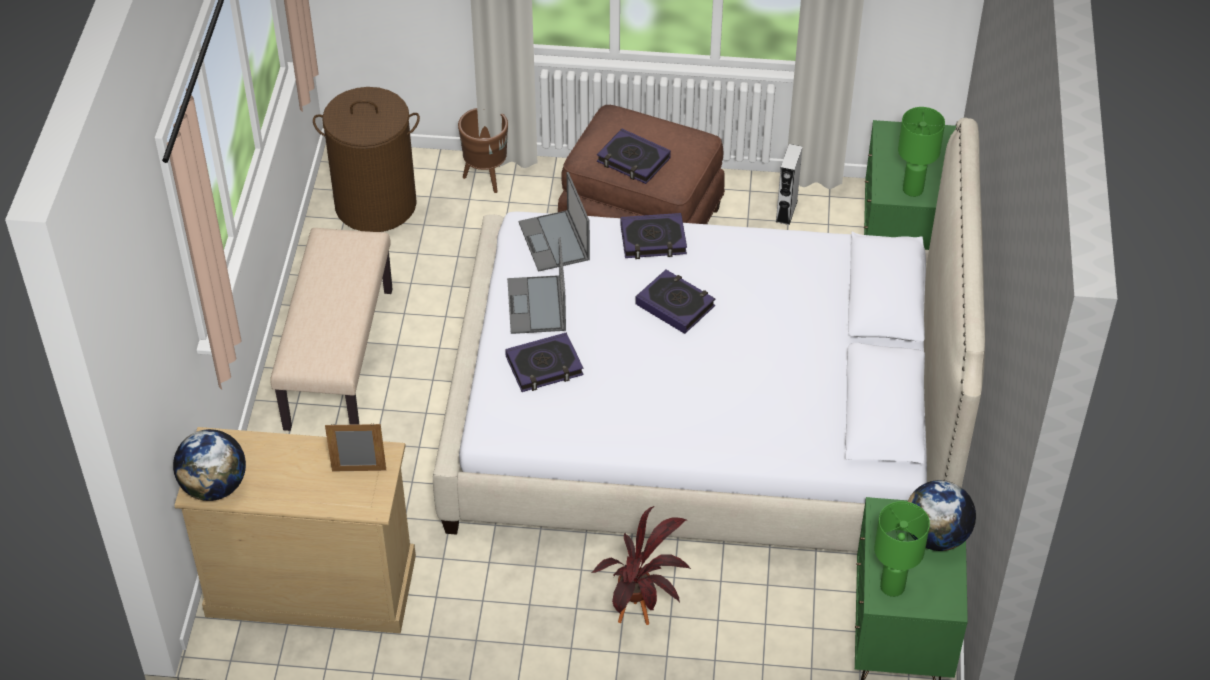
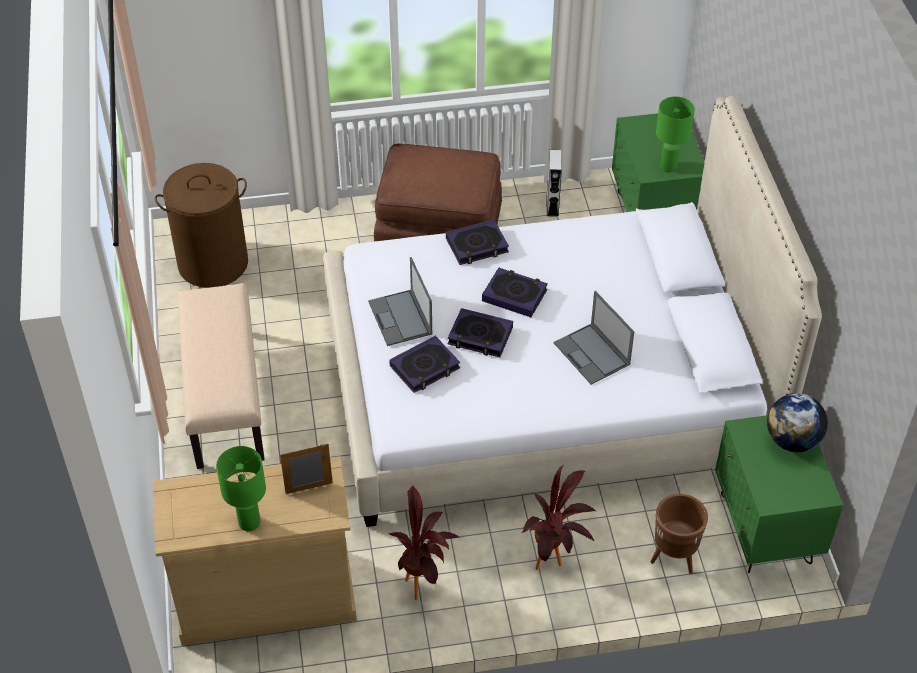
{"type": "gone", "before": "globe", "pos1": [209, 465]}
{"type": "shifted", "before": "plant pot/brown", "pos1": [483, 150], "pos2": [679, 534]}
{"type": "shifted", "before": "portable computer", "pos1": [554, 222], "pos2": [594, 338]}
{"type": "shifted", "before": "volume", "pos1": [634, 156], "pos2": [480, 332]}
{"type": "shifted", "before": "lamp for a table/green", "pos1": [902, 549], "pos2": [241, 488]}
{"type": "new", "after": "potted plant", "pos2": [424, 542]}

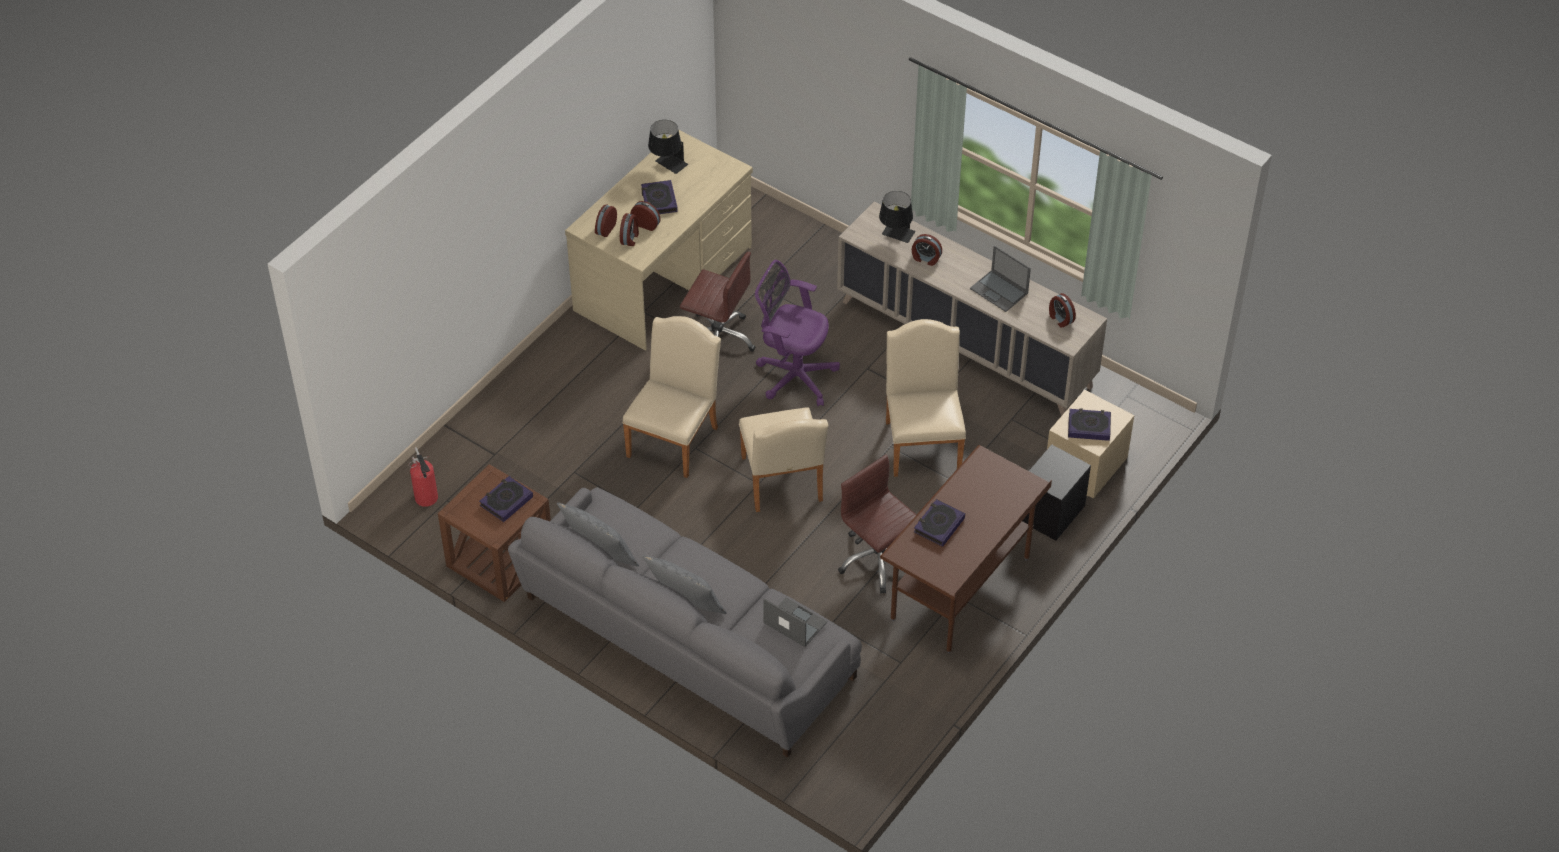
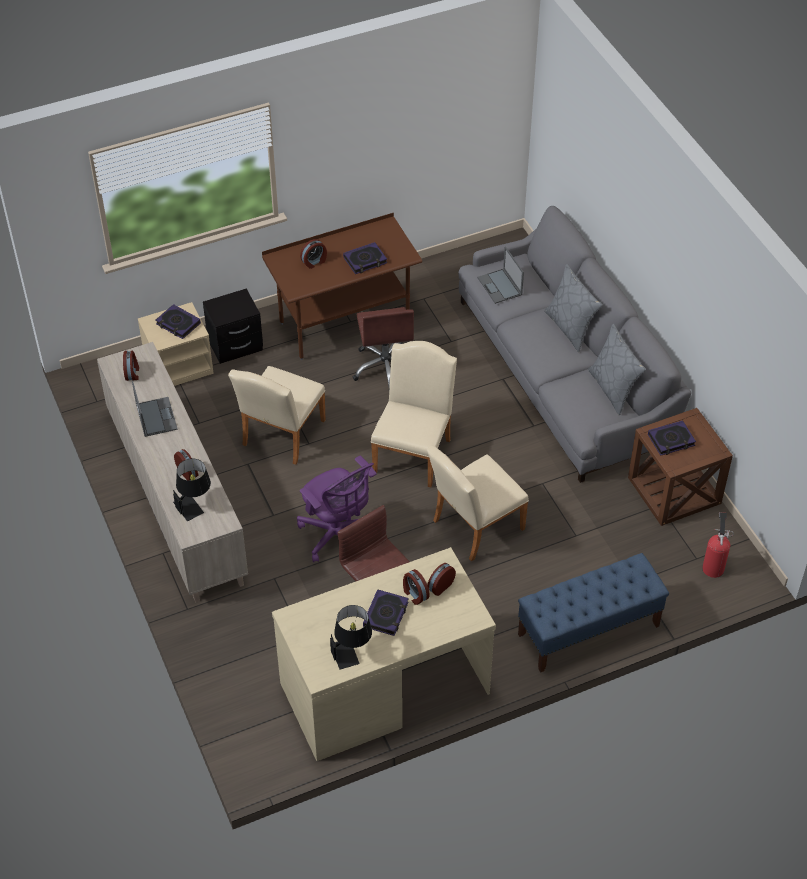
{"type": "shifted", "before": "table clock", "pos1": [606, 220], "pos2": [313, 254]}
{"type": "new", "after": "long seat/blue", "pos2": [593, 613]}

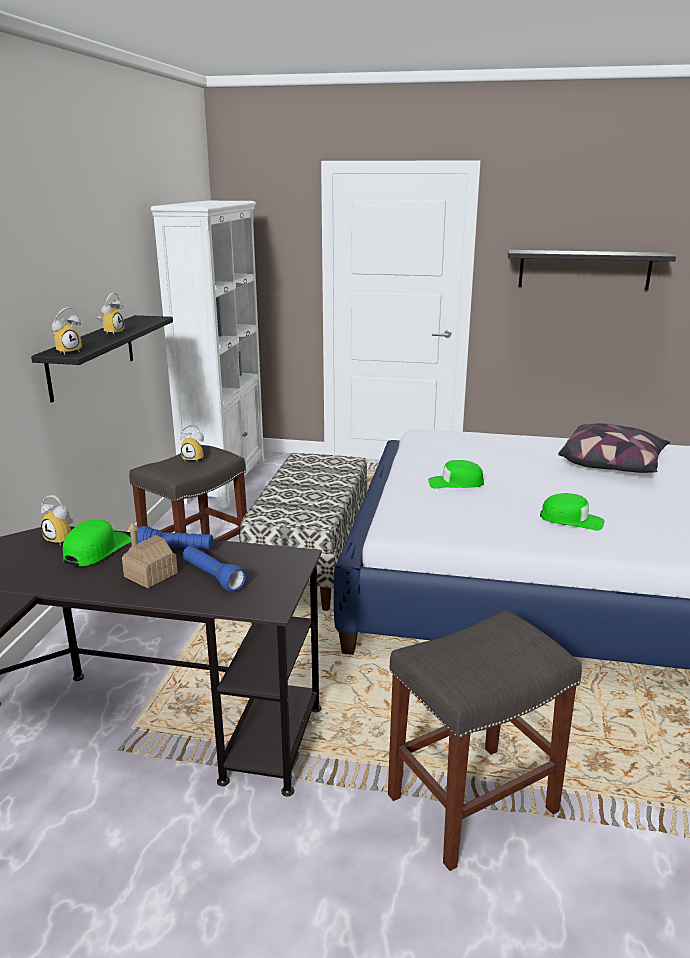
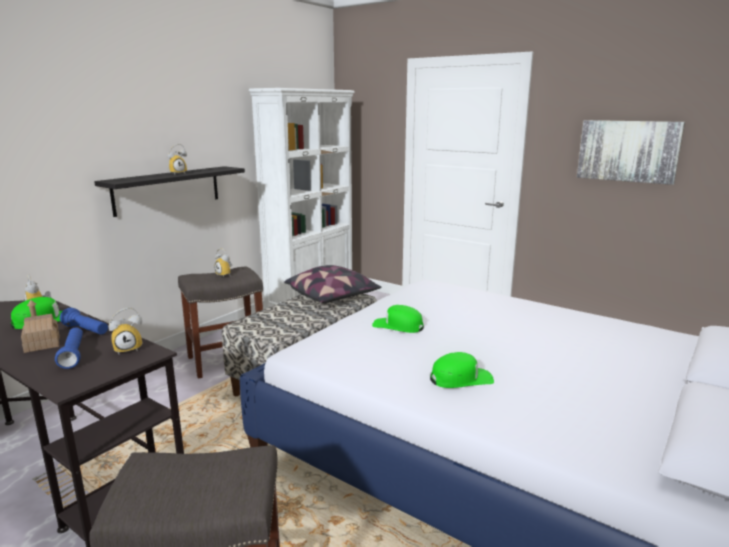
{"type": "shifted", "before": "table clock", "pos1": [67, 330], "pos2": [125, 330]}
{"type": "swapped", "before": "bracket shelf/black", "after": "wall art", "pos1": [592, 270], "pos2": [631, 152]}
{"type": "rotated", "before": "baseball cap/green", "pos1": [572, 512], "pos2": [462, 370], "turn": -60}
{"type": "shifted", "before": "throw pillow", "pos1": [614, 448], "pos2": [333, 284]}

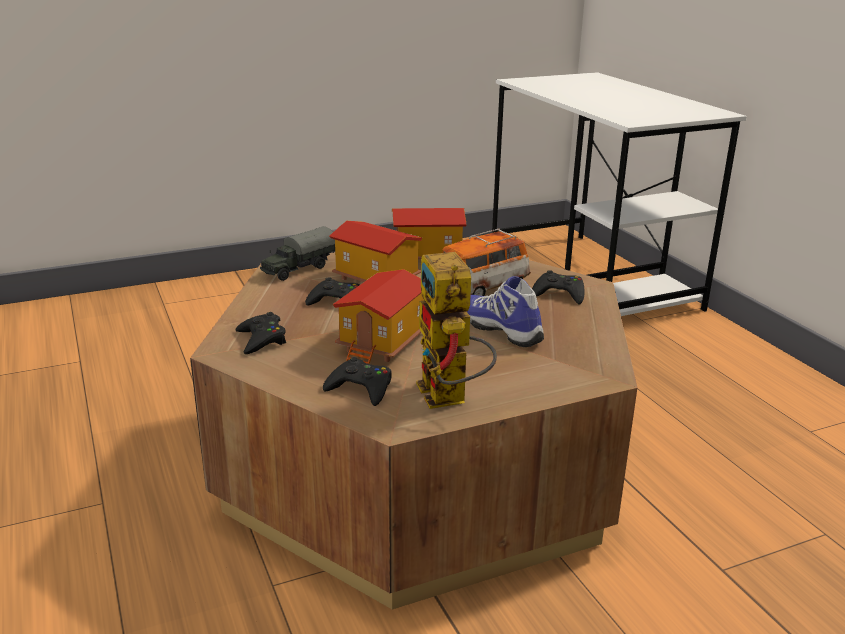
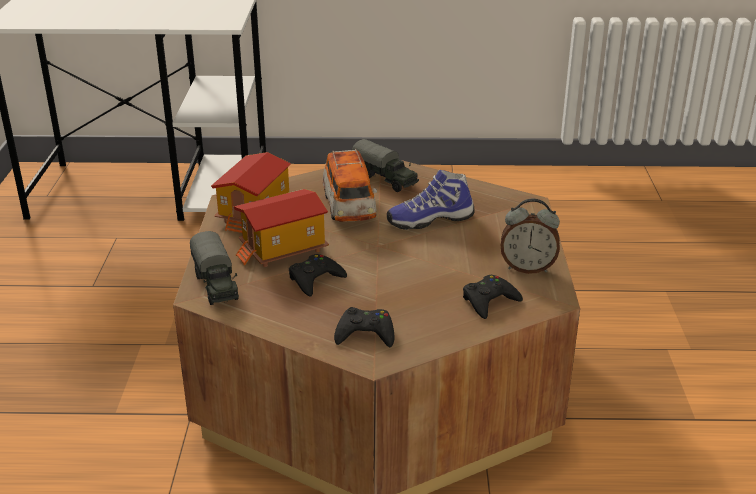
{"type": "gone", "before": "toy house", "pos1": [379, 316]}
{"type": "swapped", "before": "model robot", "after": "table clock", "pos1": [456, 330], "pos2": [530, 236]}
{"type": "swapped", "before": "gamepad/black", "after": "model truck", "pos1": [558, 287], "pos2": [385, 165]}

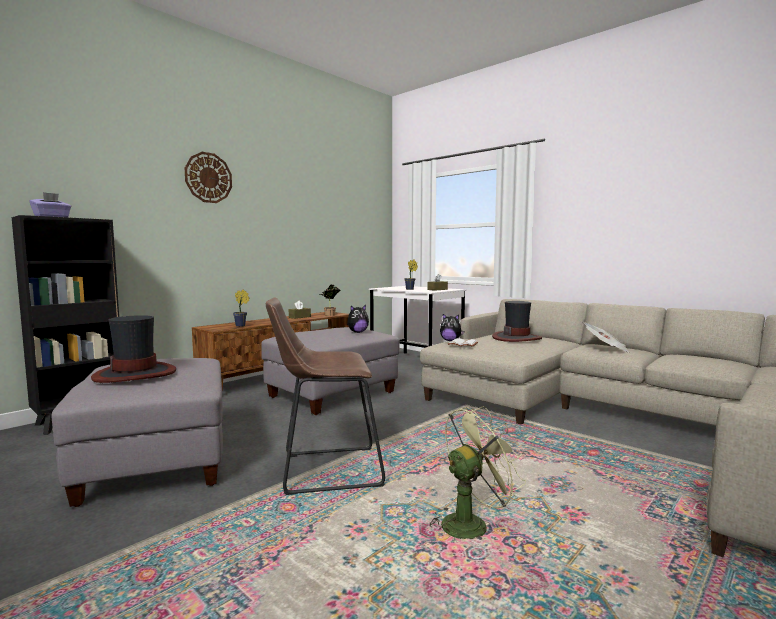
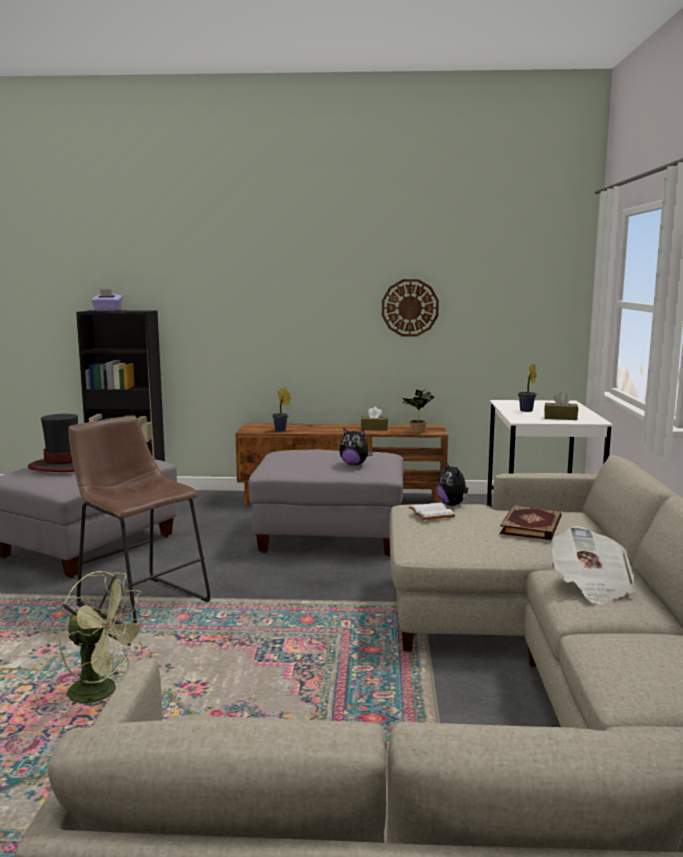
{"type": "shifted", "before": "hanging clock", "pos1": [208, 177], "pos2": [410, 308]}
{"type": "swapped", "before": "wearable hat", "after": "volume", "pos1": [517, 321], "pos2": [531, 522]}

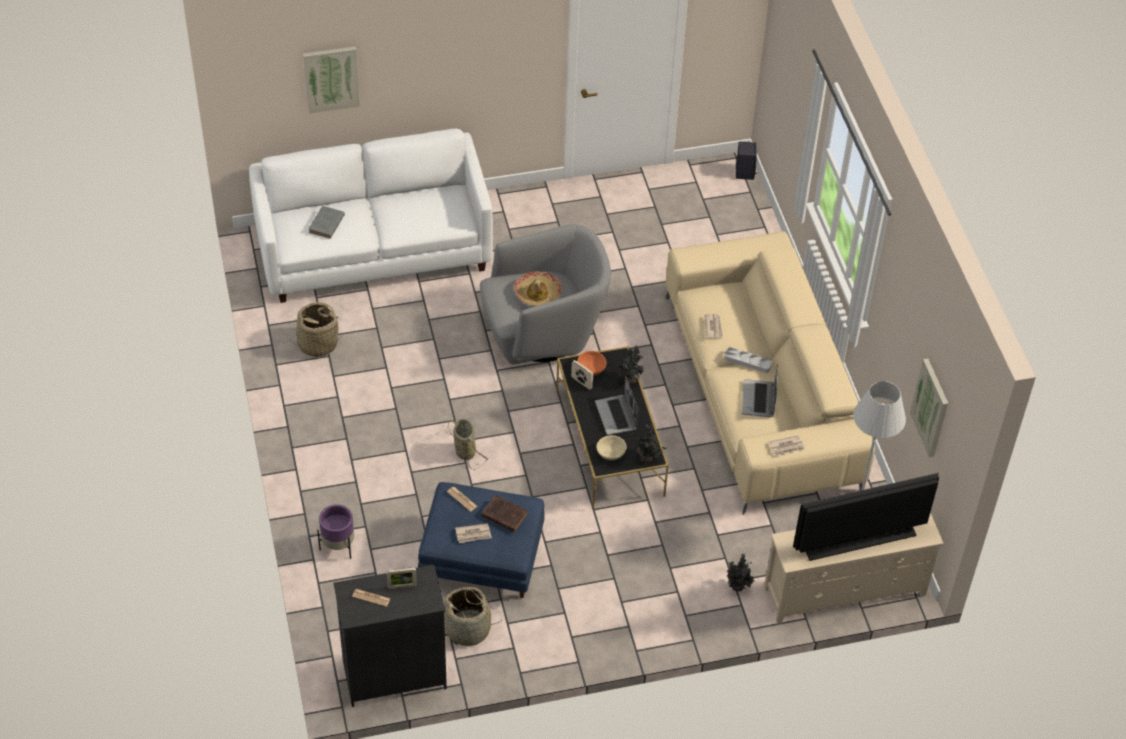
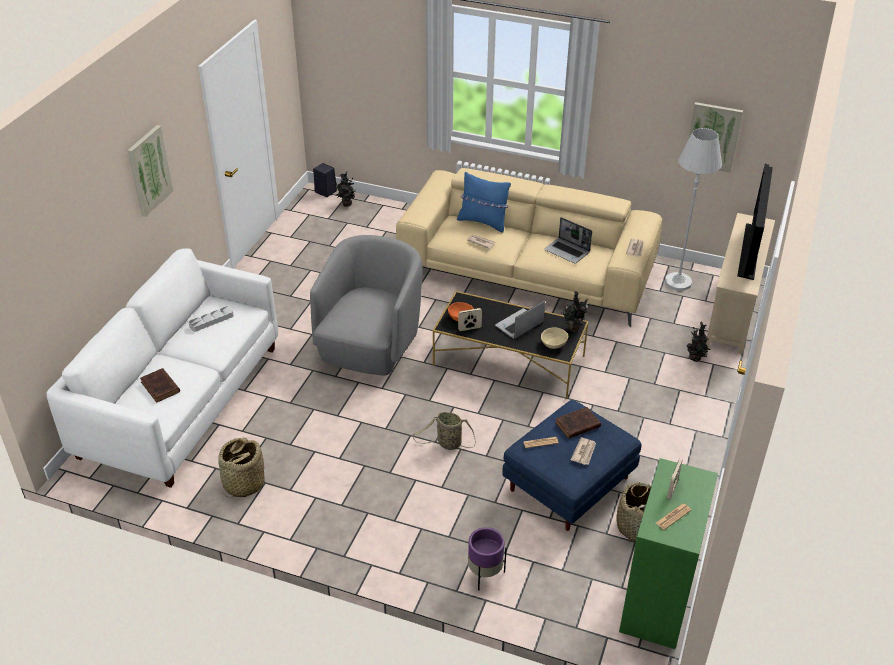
{"type": "shifted", "before": "wall art", "pos1": [331, 79], "pos2": [150, 171]}
{"type": "repainted", "before": "volume/greyish", "after": "volume/brown", "pos1": [327, 222], "pos2": [160, 385]}
{"type": "repainted", "before": "drawer chest/black", "after": "drawer chest/green", "pos1": [390, 636], "pos2": [668, 553]}
{"type": "gone", "before": "wearable hat", "pos1": [538, 288]}
{"type": "rotated", "before": "portable computer", "pos1": [617, 405], "pos2": [520, 319], "turn": 120}
{"type": "shifted", "before": "potted plant", "pos1": [631, 365], "pos2": [344, 189]}
{"type": "shifted", "before": "tray/greyish", "pos1": [748, 360], "pos2": [211, 319]}
{"type": "new", "after": "throw pillow/blue", "pos2": [484, 202]}

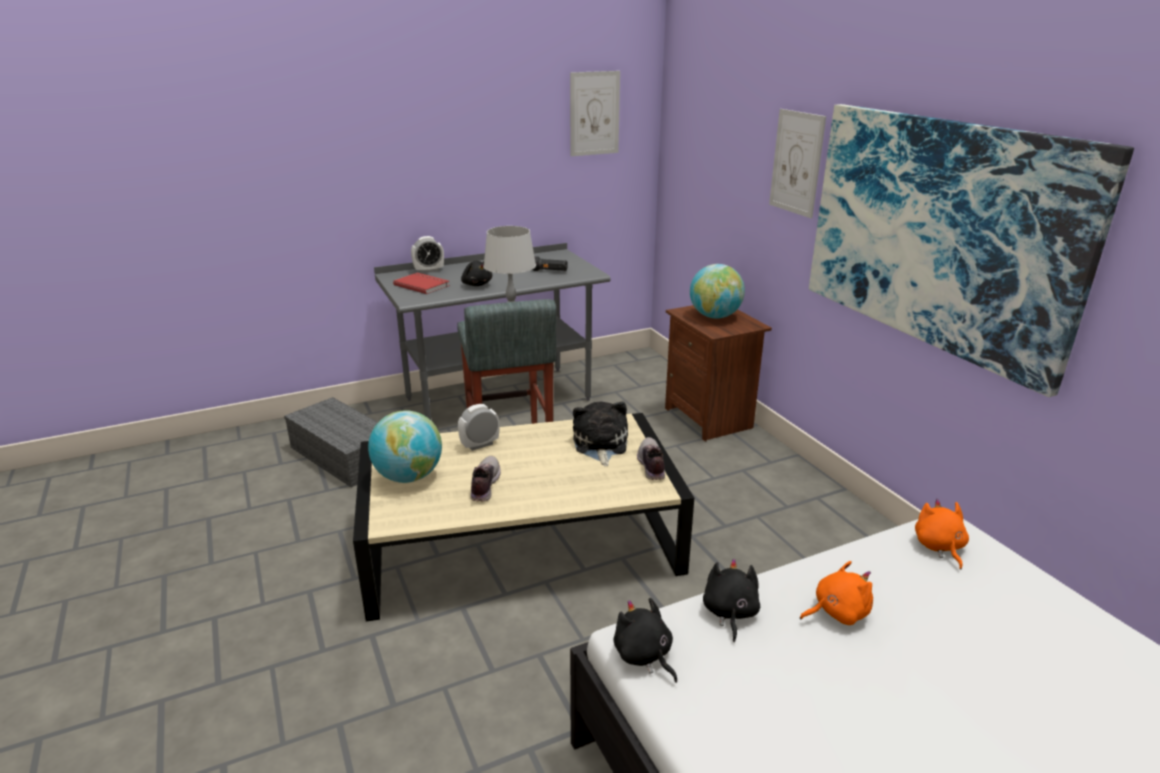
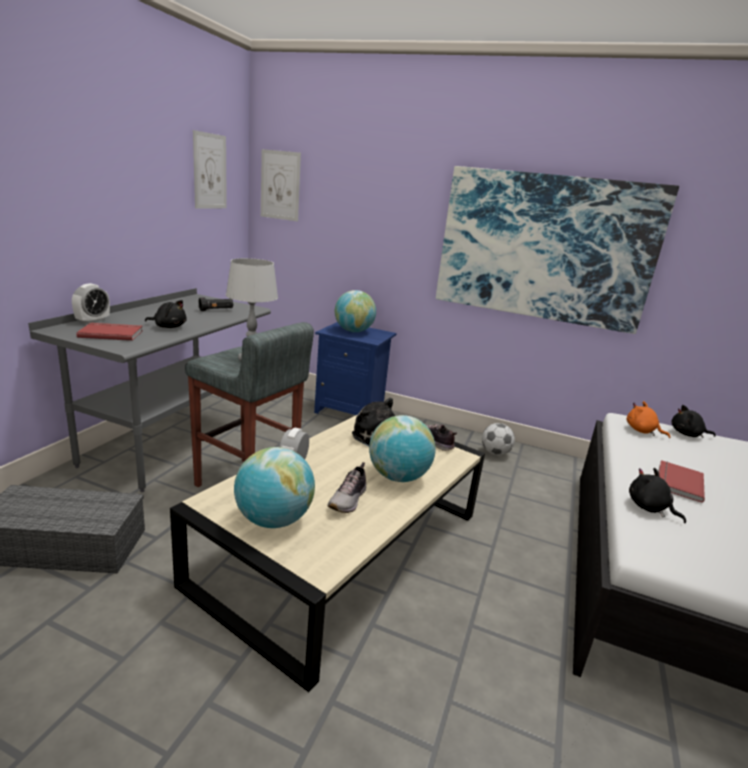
{"type": "rotated", "before": "low shoe", "pos1": [486, 478], "pos2": [346, 487], "turn": -120}
{"type": "shifted", "before": "soft toy/black", "pos1": [645, 640], "pos2": [693, 421]}
{"type": "repainted", "before": "night table/brown", "after": "night table/blue", "pos1": [718, 373], "pos2": [355, 368]}
{"type": "shifted", "before": "wall art", "pos1": [797, 163], "pos2": [281, 185]}
{"type": "swapped", "before": "soft toy/orange-coloured", "after": "volume/reddish", "pos1": [836, 593], "pos2": [682, 481]}
{"type": "new", "after": "globe", "pos2": [402, 448]}
{"type": "new", "after": "football ball", "pos2": [498, 439]}

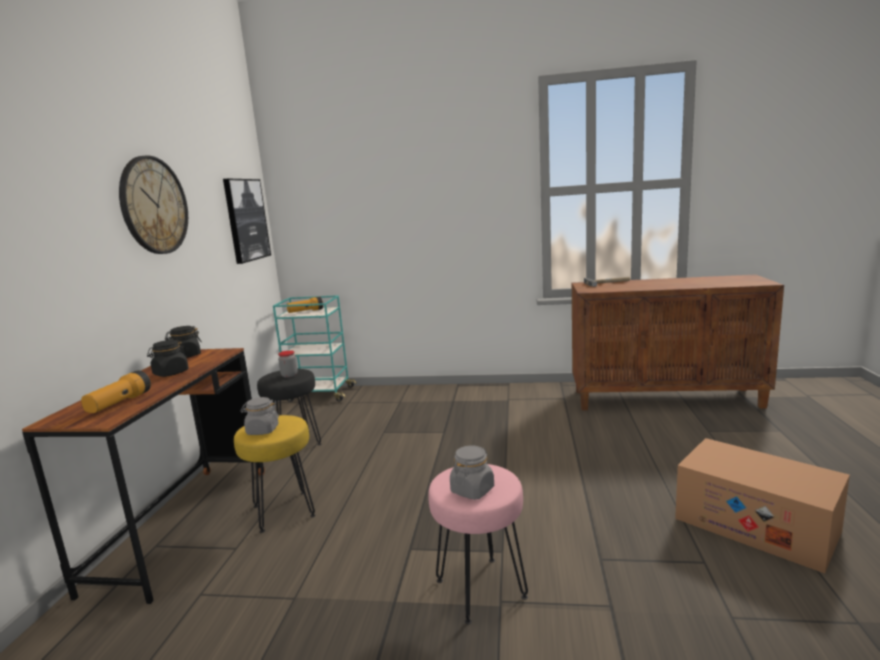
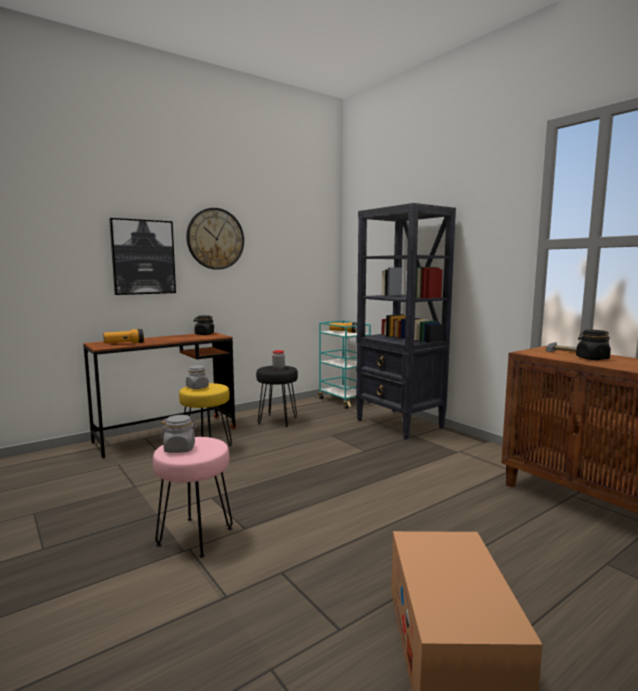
{"type": "shifted", "before": "storage jar/black", "pos1": [168, 358], "pos2": [593, 345]}
{"type": "shifted", "before": "wall art", "pos1": [247, 221], "pos2": [142, 256]}
{"type": "new", "after": "bookcase/black", "pos2": [406, 321]}

